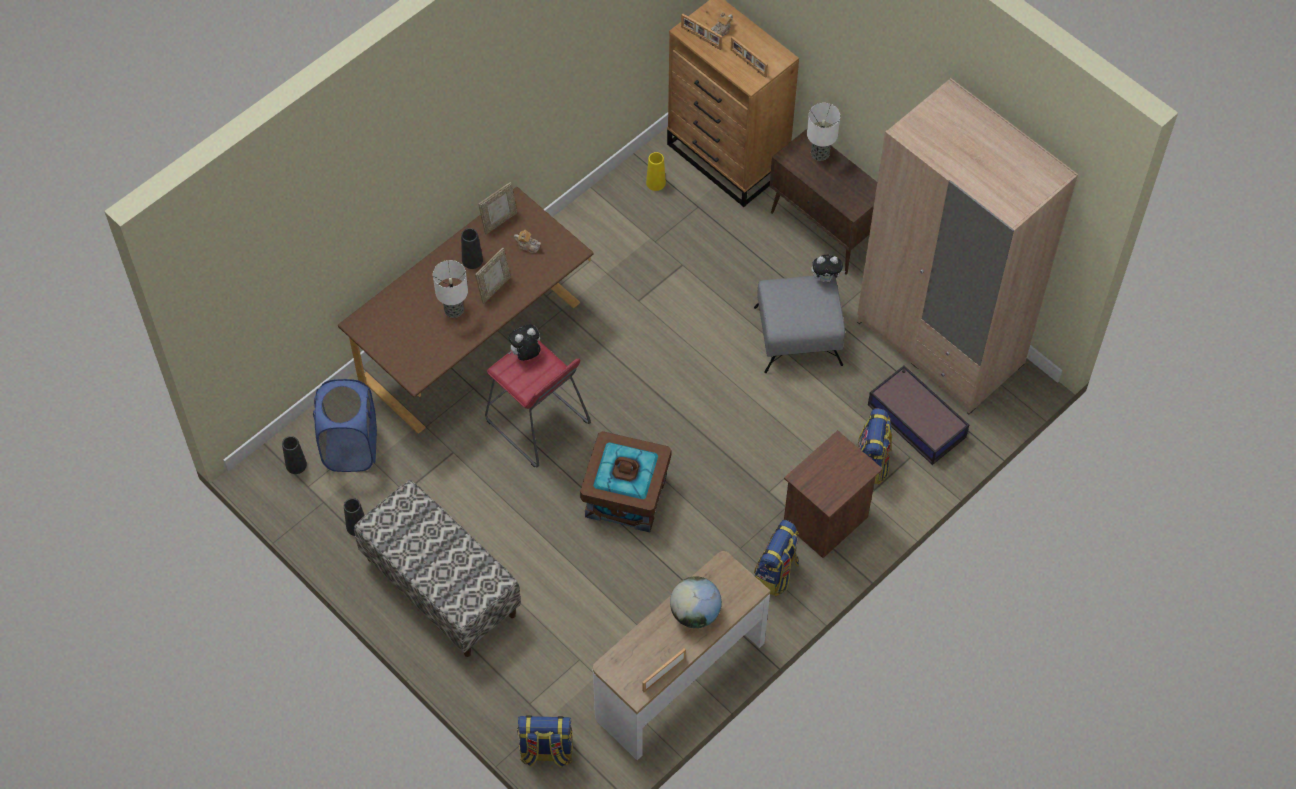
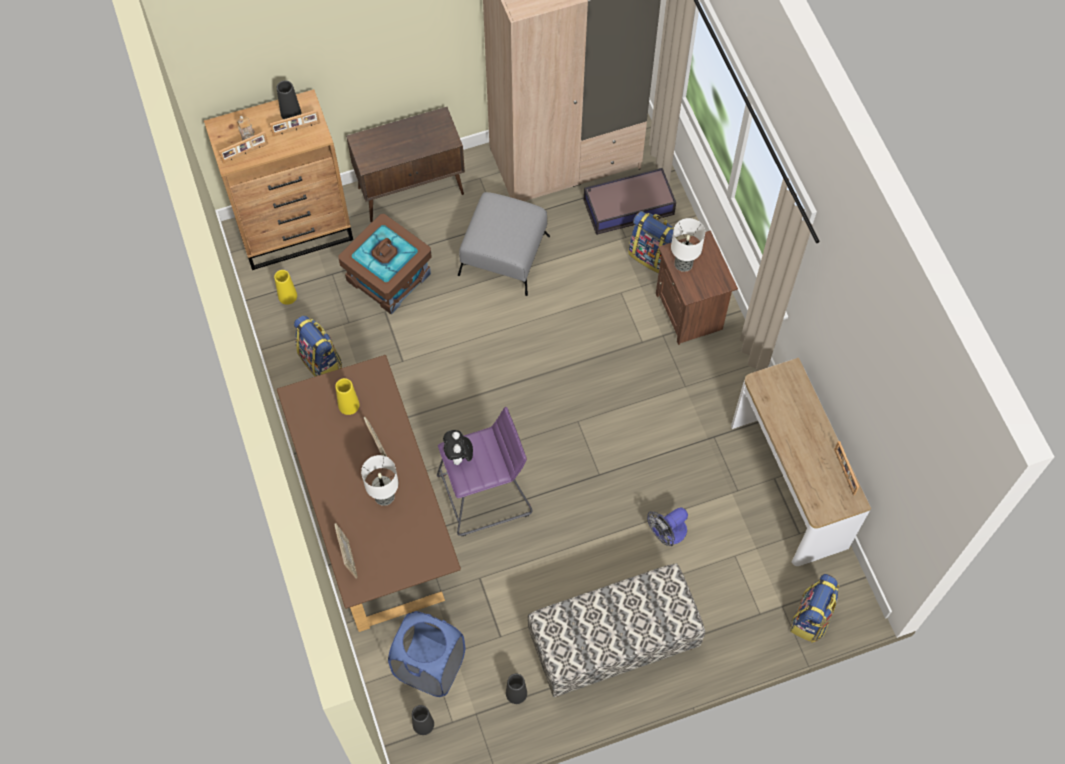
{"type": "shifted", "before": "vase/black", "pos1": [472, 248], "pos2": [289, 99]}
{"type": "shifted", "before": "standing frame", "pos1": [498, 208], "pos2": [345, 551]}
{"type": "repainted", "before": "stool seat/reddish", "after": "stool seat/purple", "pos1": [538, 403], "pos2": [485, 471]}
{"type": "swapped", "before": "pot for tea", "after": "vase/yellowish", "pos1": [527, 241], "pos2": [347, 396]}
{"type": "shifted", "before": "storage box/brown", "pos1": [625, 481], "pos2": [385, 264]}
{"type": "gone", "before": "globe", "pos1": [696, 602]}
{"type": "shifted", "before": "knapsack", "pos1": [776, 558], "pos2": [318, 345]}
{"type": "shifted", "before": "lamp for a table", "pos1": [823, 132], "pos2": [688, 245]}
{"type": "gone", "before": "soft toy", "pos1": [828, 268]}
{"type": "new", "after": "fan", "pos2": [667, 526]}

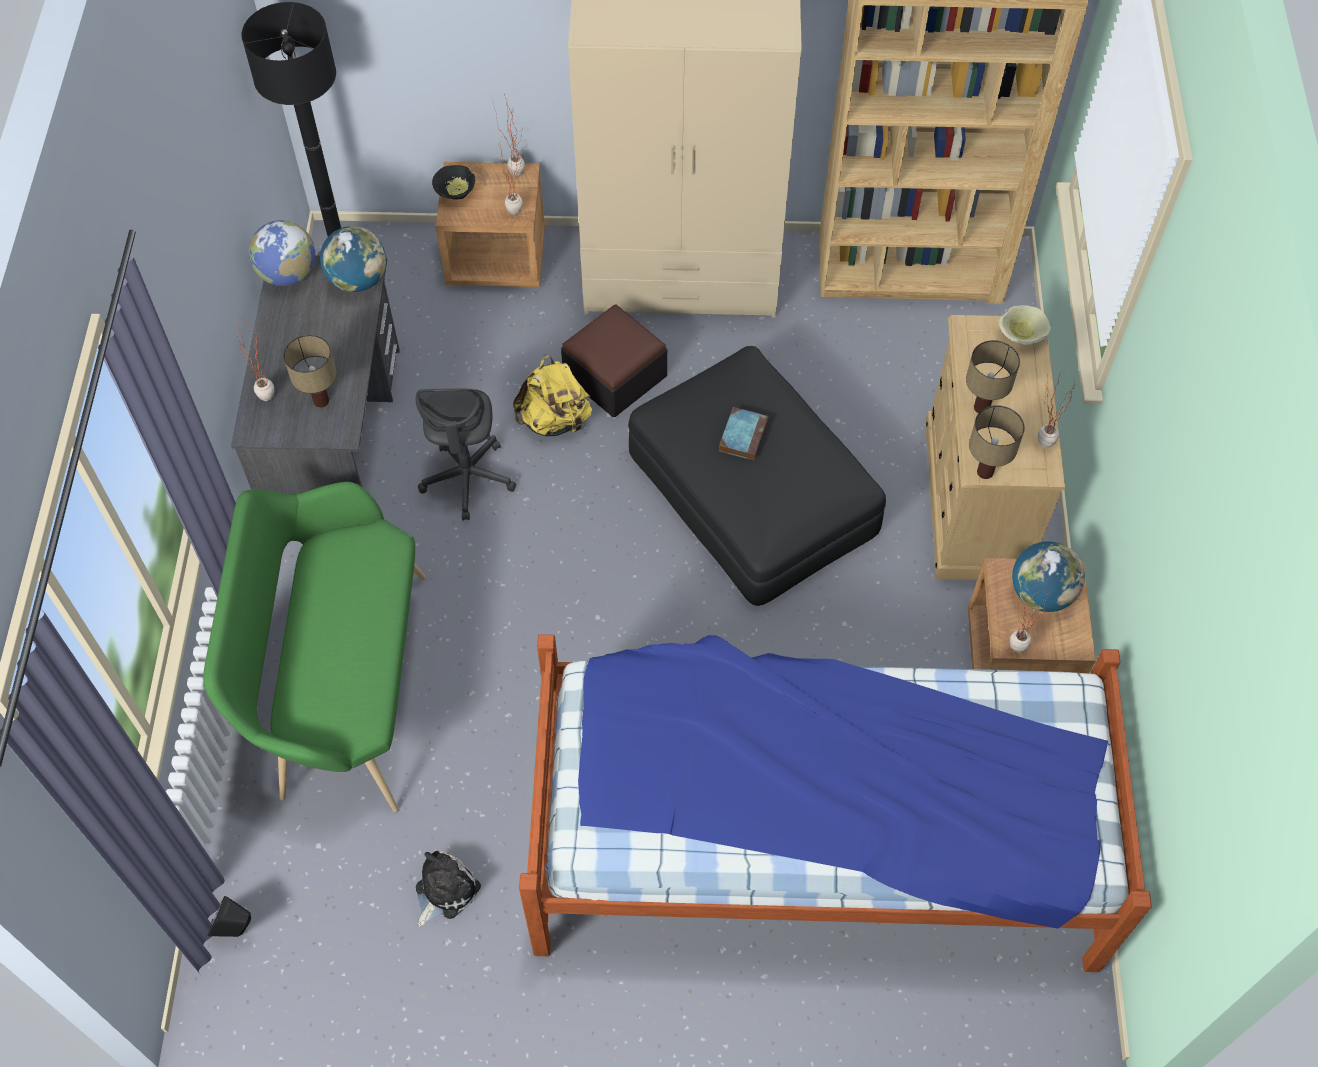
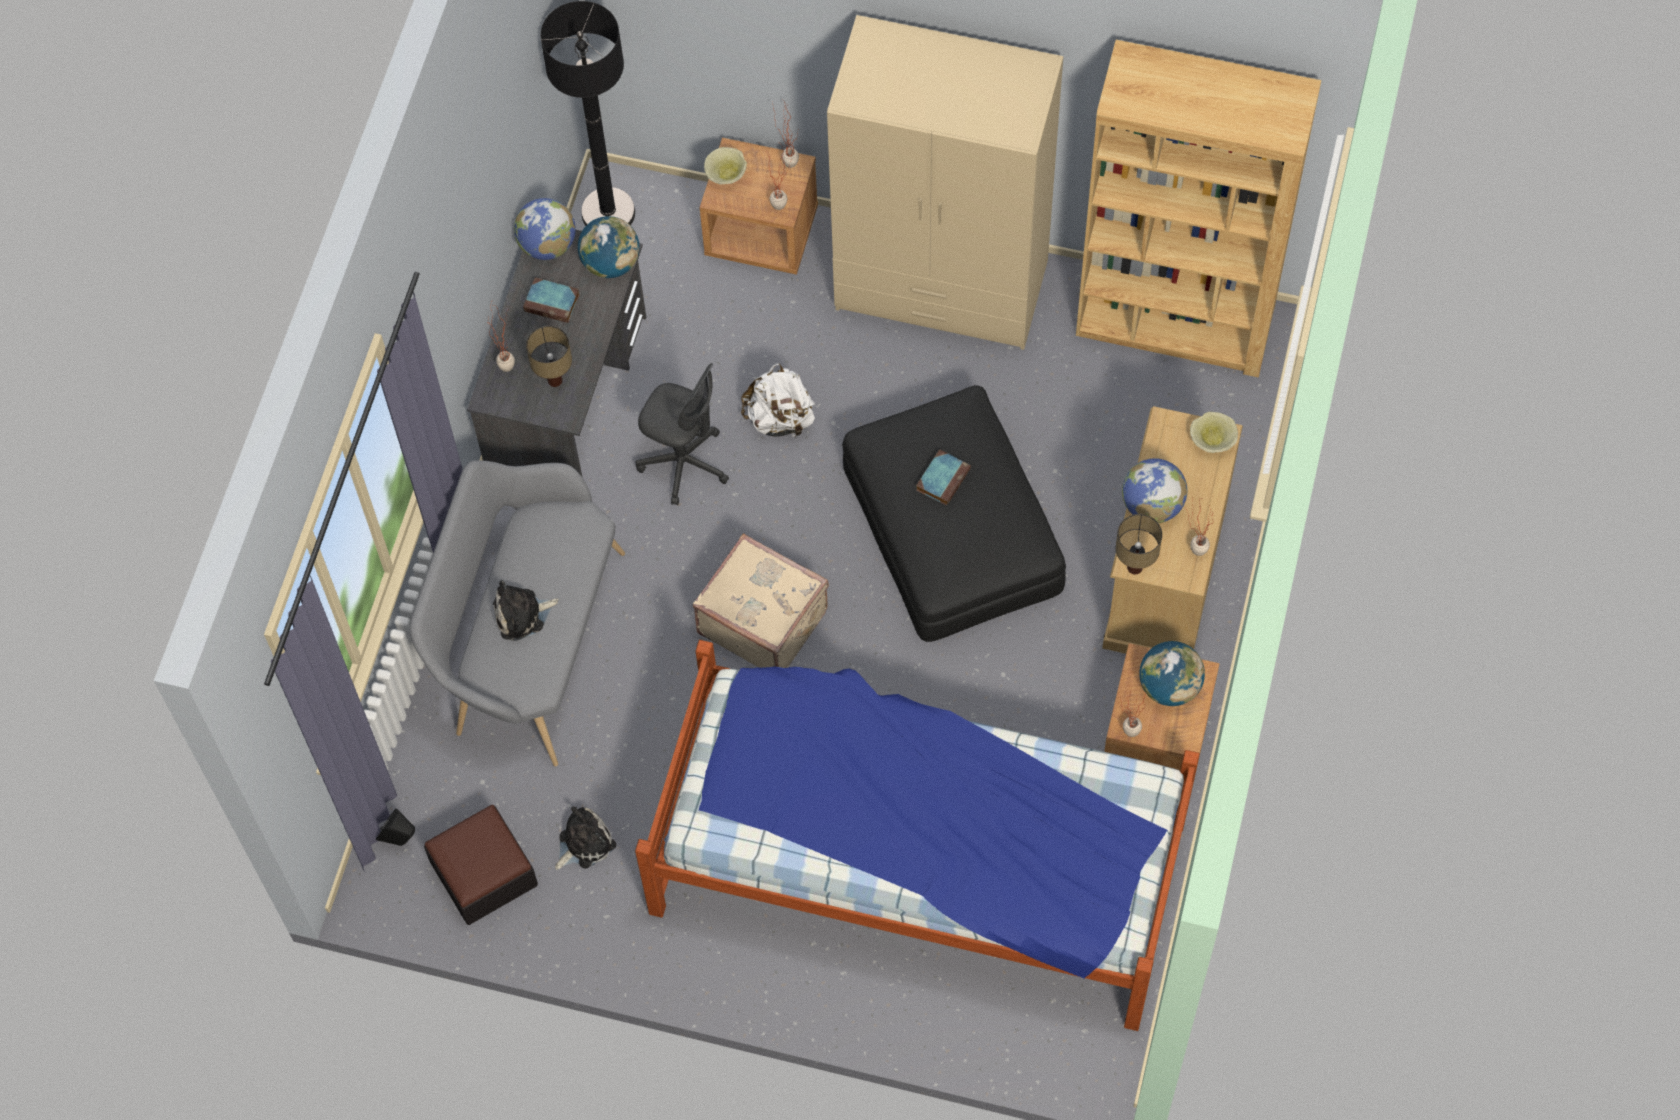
{"type": "repainted", "before": "long seat/green", "after": "long seat/greyish", "pos1": [314, 647], "pos2": [517, 613]}
{"type": "rotated", "before": "office chair/greyish", "pos1": [466, 454], "pos2": [682, 434], "turn": -75}
{"type": "repainted", "before": "serving bowl/black", "after": "serving bowl/sand-coloured", "pos1": [453, 182], "pos2": [725, 165]}
{"type": "repainted", "before": "knapsack/yellowish", "after": "knapsack/white", "pos1": [552, 395], "pos2": [778, 401]}
{"type": "shifted", "before": "footrest", "pos1": [614, 361], "pos2": [481, 865]}
{"type": "swapped", "before": "lamp for a table", "after": "globe", "pos1": [993, 376], "pos2": [1155, 490]}
{"type": "new", "after": "soft toy", "pos2": [526, 610]}
{"type": "new", "after": "volume", "pos2": [551, 300]}
{"type": "new", "after": "piece of luggage/sand-coloured", "pos2": [761, 600]}

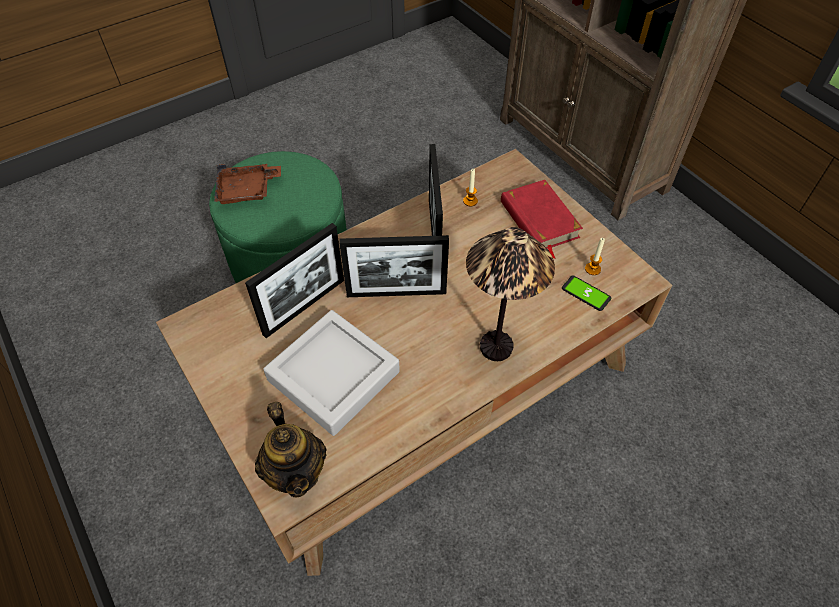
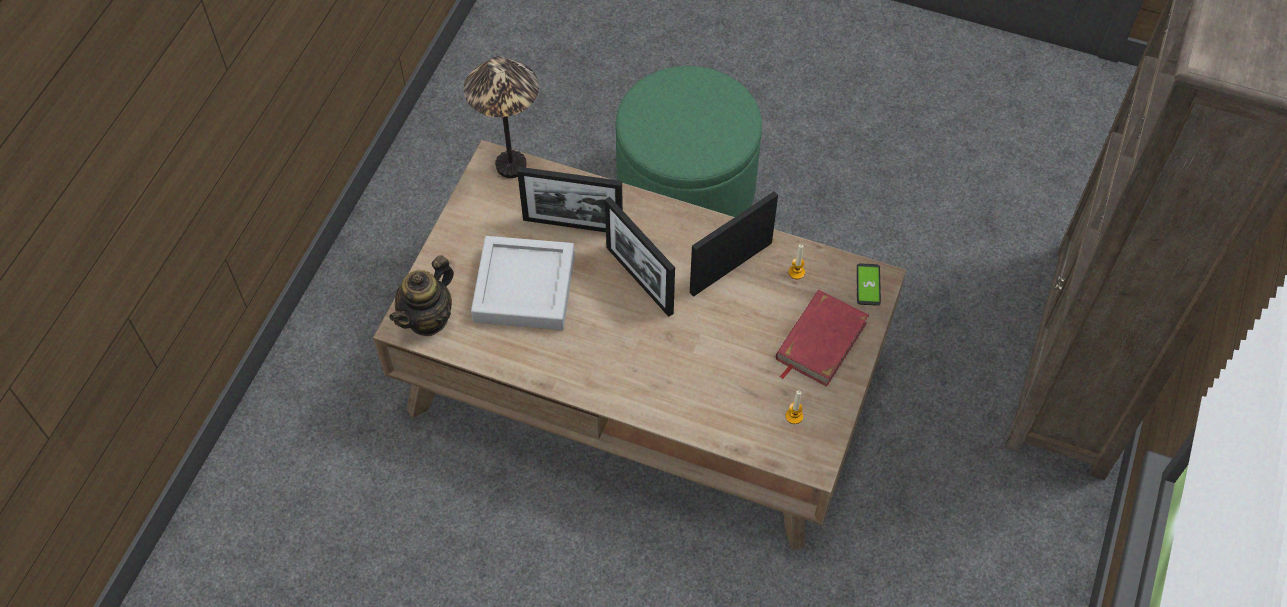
{"type": "gone", "before": "tray/brown", "pos1": [247, 184]}
{"type": "shifted", "before": "lamp for a table", "pos1": [510, 294], "pos2": [501, 117]}
{"type": "shifted", "before": "telephone", "pos1": [586, 293], "pos2": [869, 284]}

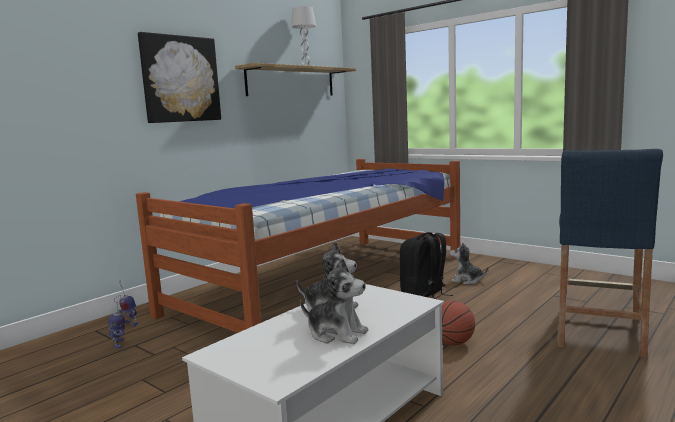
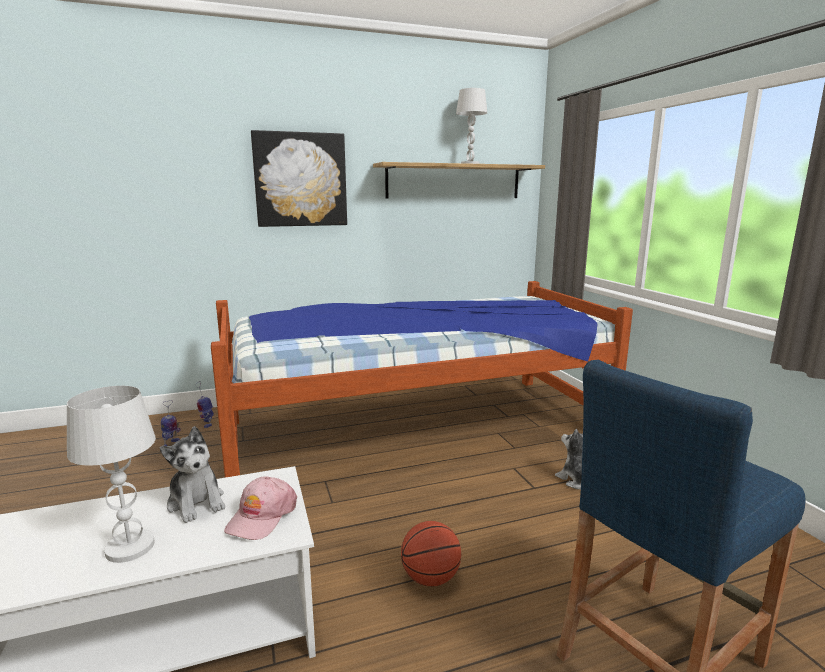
{"type": "swapped", "before": "soft toy", "after": "lamp for a table/white", "pos1": [334, 301], "pos2": [111, 474]}
{"type": "gone", "before": "knapsack/black", "pos1": [426, 266]}
{"type": "new", "after": "baseball cap/pinkish", "pos2": [260, 508]}

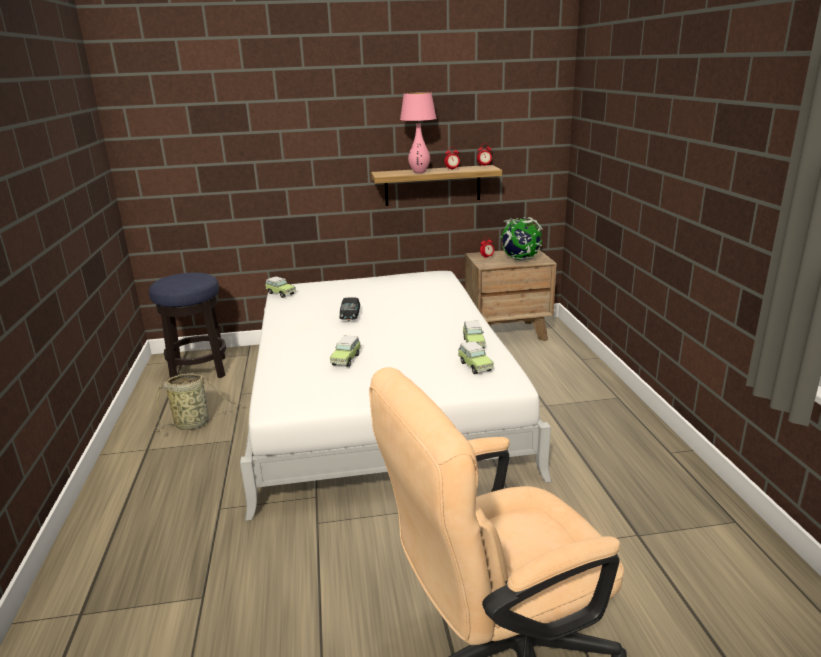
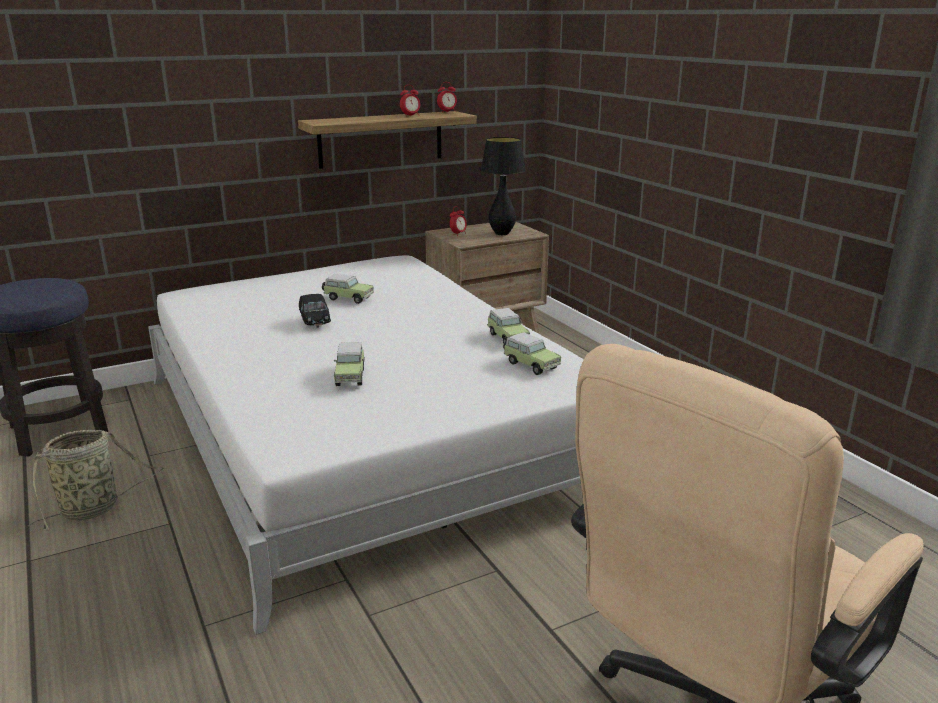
{"type": "shifted", "before": "toy car", "pos1": [280, 287], "pos2": [348, 289]}
{"type": "gone", "before": "lamp for a table/pinkish", "pos1": [418, 132]}
{"type": "swapped", "before": "globe", "after": "lamp for a table/black", "pos1": [521, 239], "pos2": [503, 186]}

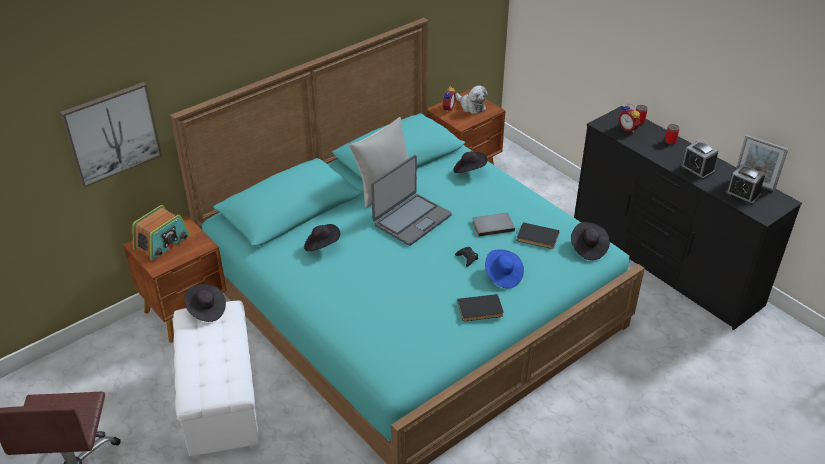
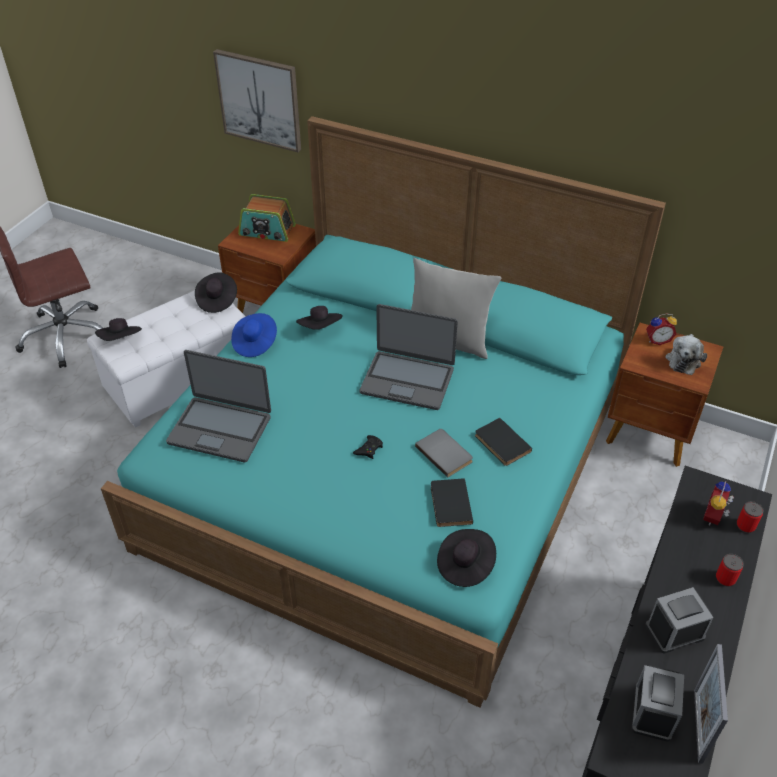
{"type": "shifted", "before": "wearable hat/black", "pos1": [470, 162], "pos2": [118, 329]}
{"type": "shifted", "before": "volume/black", "pos1": [480, 307], "pos2": [503, 442]}
{"type": "shifted", "before": "wearable hat/blue", "pos1": [504, 269], "pos2": [254, 335]}
{"type": "rotated", "before": "table clock", "pos1": [699, 160], "pos2": [679, 620], "turn": 45}
{"type": "new", "after": "portable computer", "pos2": [218, 406]}

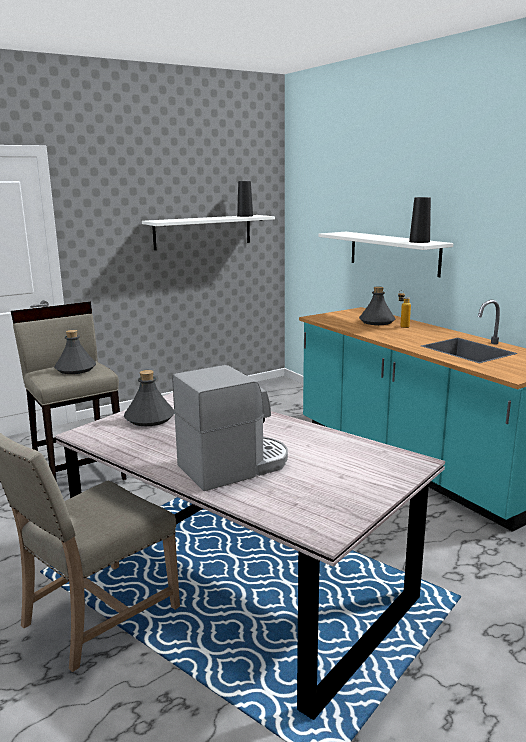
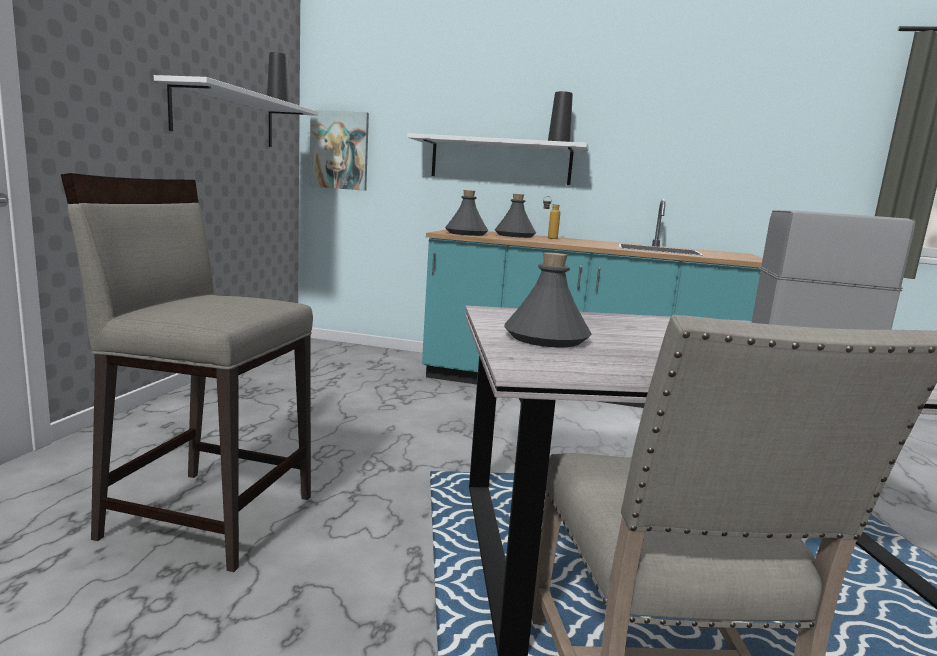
{"type": "shifted", "before": "bottle/greyish", "pos1": [75, 352], "pos2": [466, 213]}
{"type": "new", "after": "wall art", "pos2": [339, 150]}

